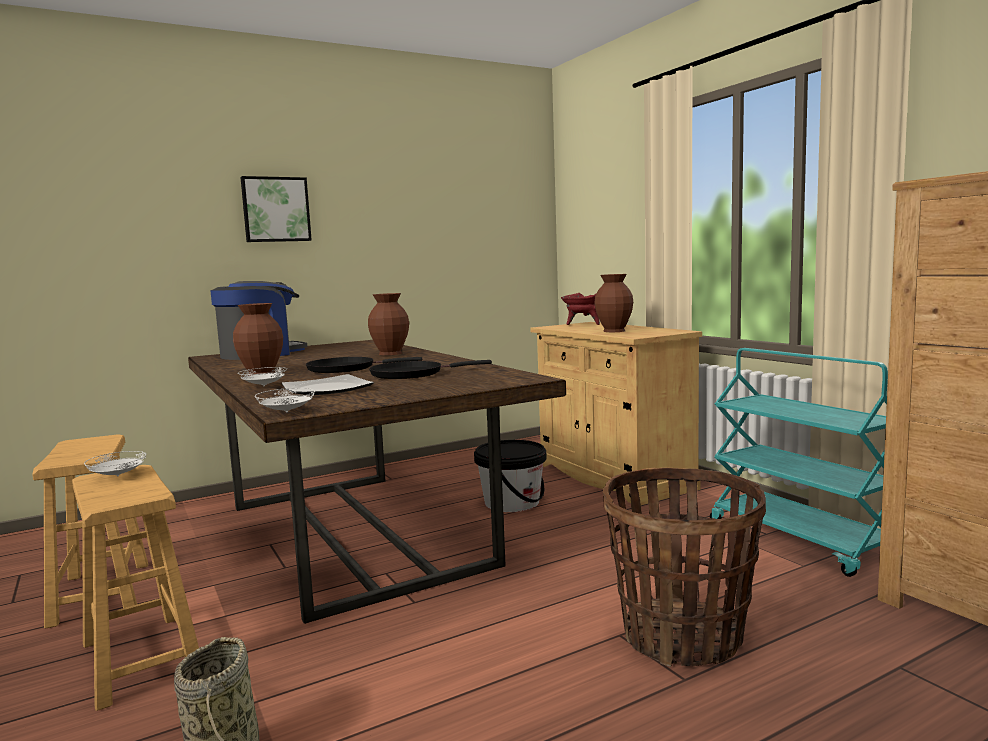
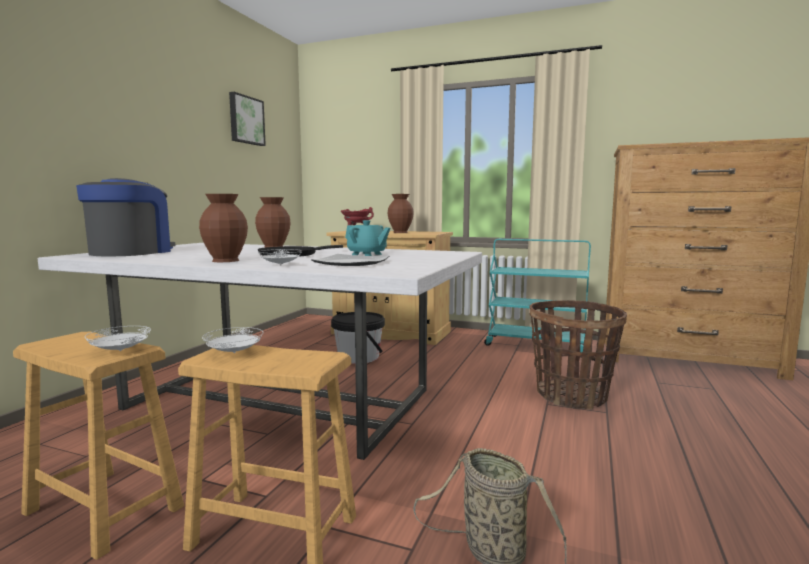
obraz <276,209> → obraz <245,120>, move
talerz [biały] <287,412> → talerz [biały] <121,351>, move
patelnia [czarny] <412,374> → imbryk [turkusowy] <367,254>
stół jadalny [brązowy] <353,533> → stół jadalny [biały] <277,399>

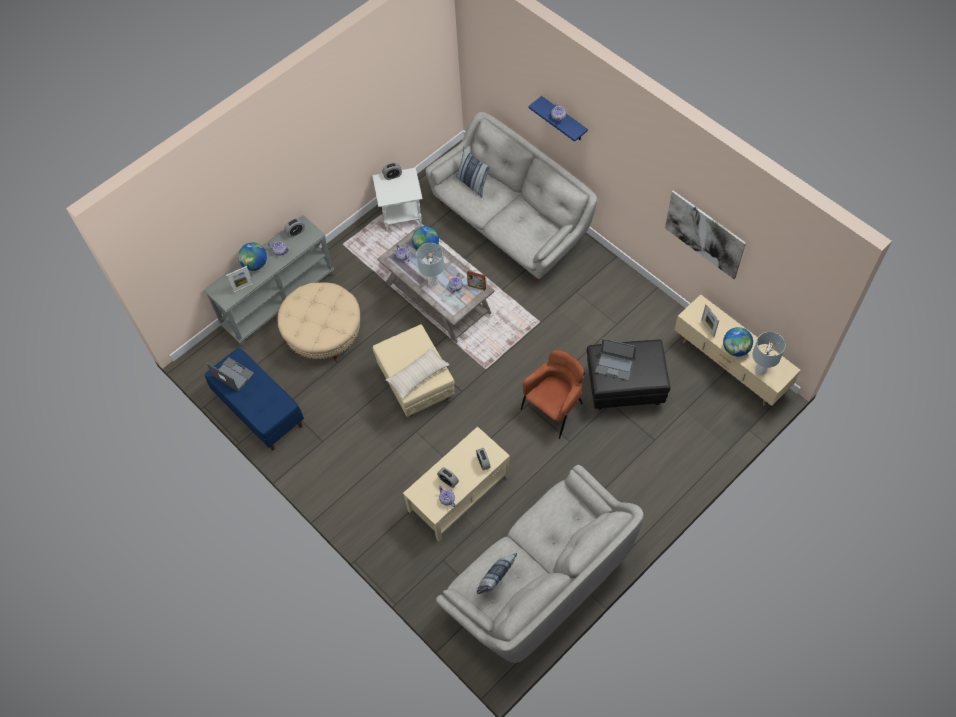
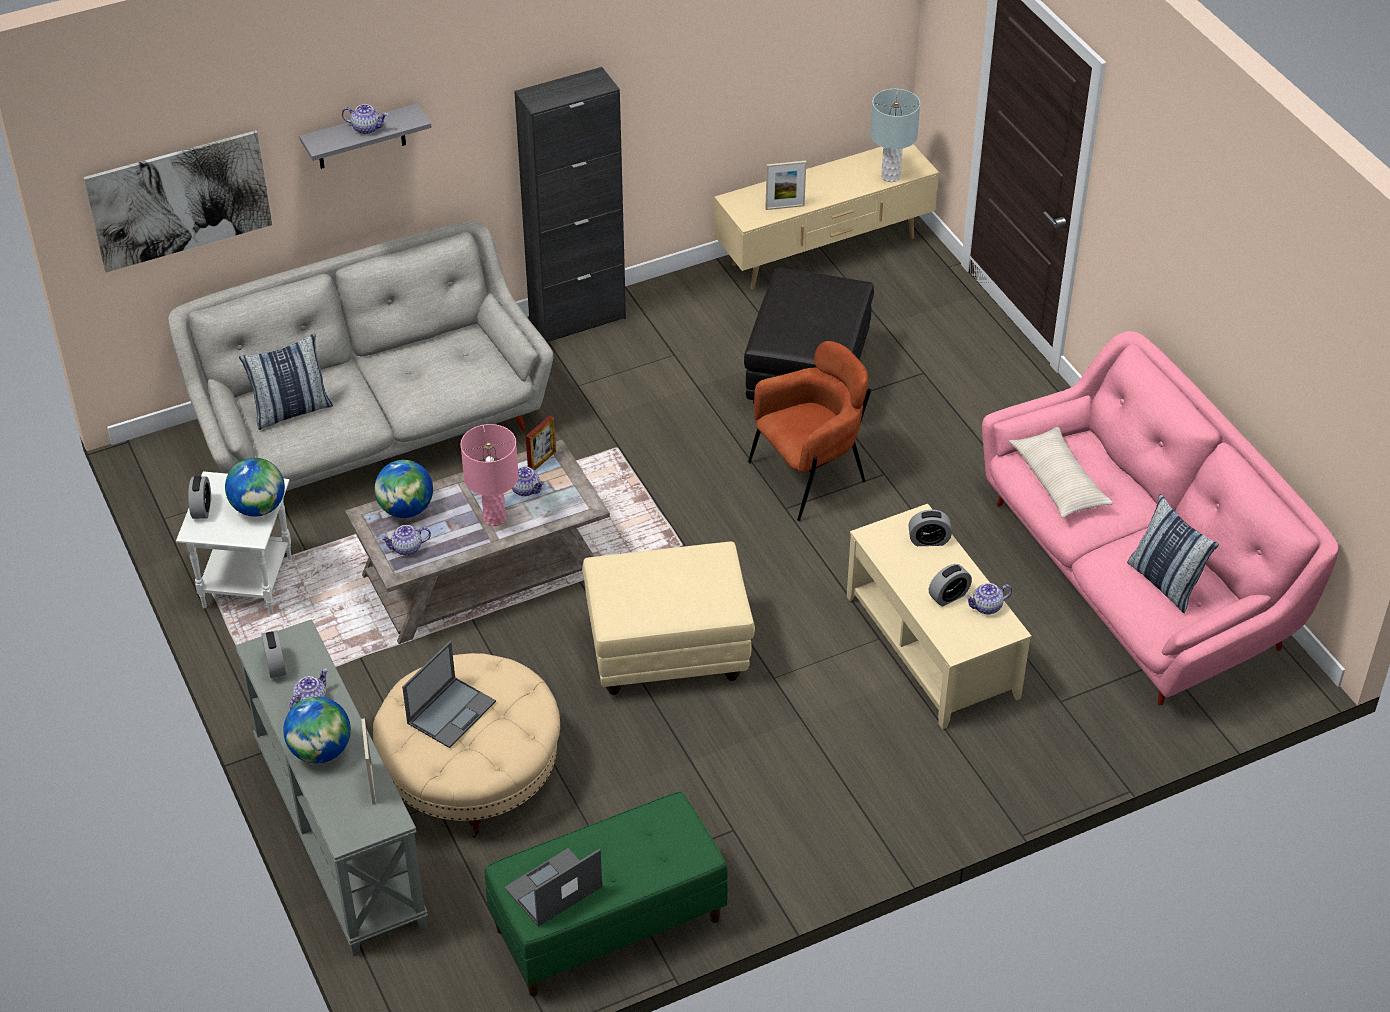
- → szafka [czarny] <577,319>
poduszka [beżowy] <418,375> → poduszka [beżowy] <1058,481>, move
laptop <615,366> → laptop <452,711>, move
obraz <704,234> → obraz <179,200>, move
globus <735,349> → globus <258,508>, move
ławka [niebieski] <259,410> → ławka [zielony] <608,926>
lampa stołowa [szary] <433,282> → lampa stołowa [różowy] <494,518>
kanapa [szary] <540,578> → kanapa [różowy] <1136,579>
półka [niebieski] <564,120> → półka [szary] <361,137>
fotel [brązowy] <554,408> → fotel [brązowy] <809,476>, 90 degrees clockwise

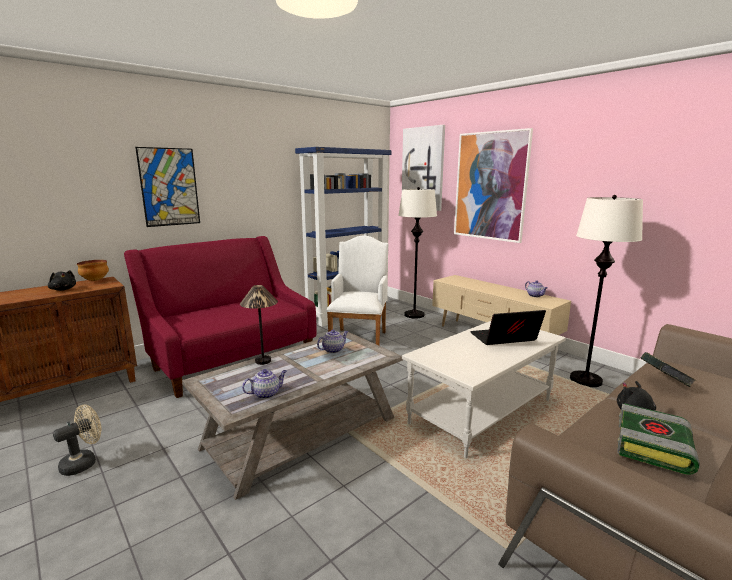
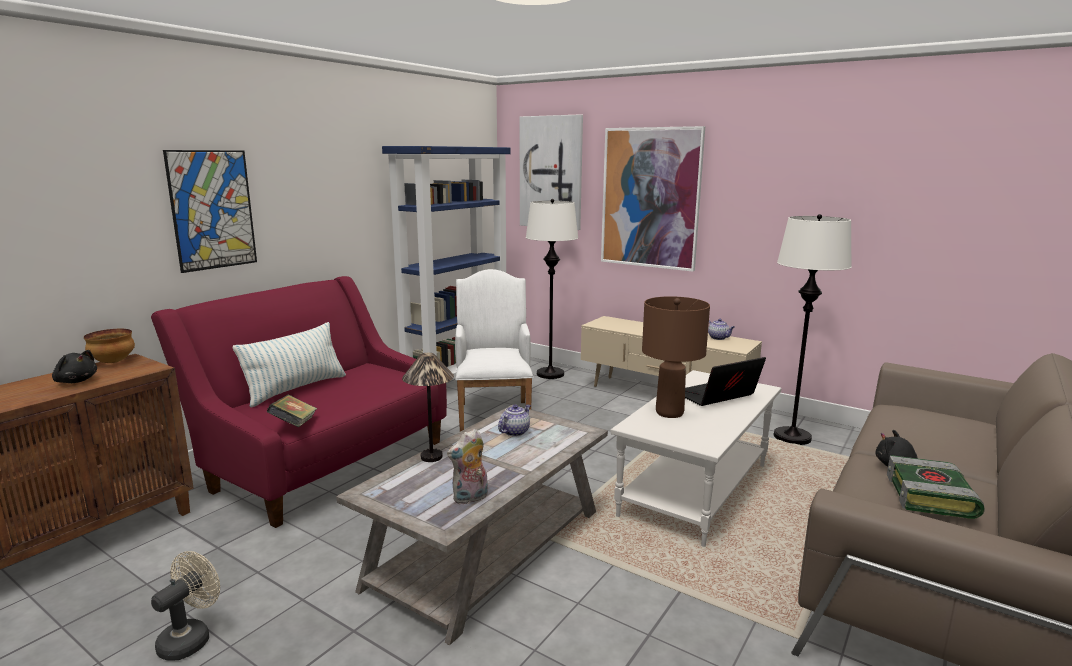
- → poduszka <296,389>
- → lampa stołowa [brązowy] <670,413>
książka <663,382> → książka <294,425>, move
imbryk <266,394> → pluszak <470,498>

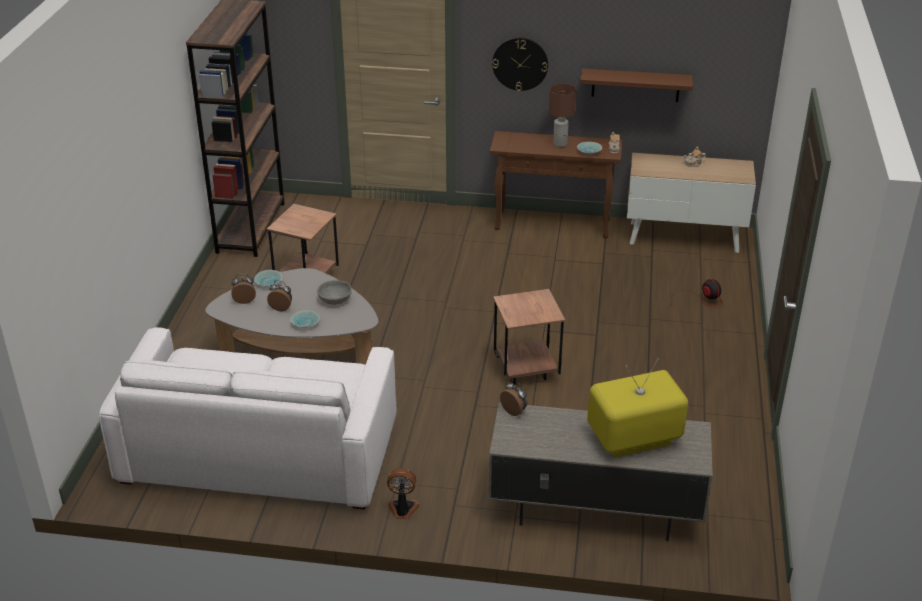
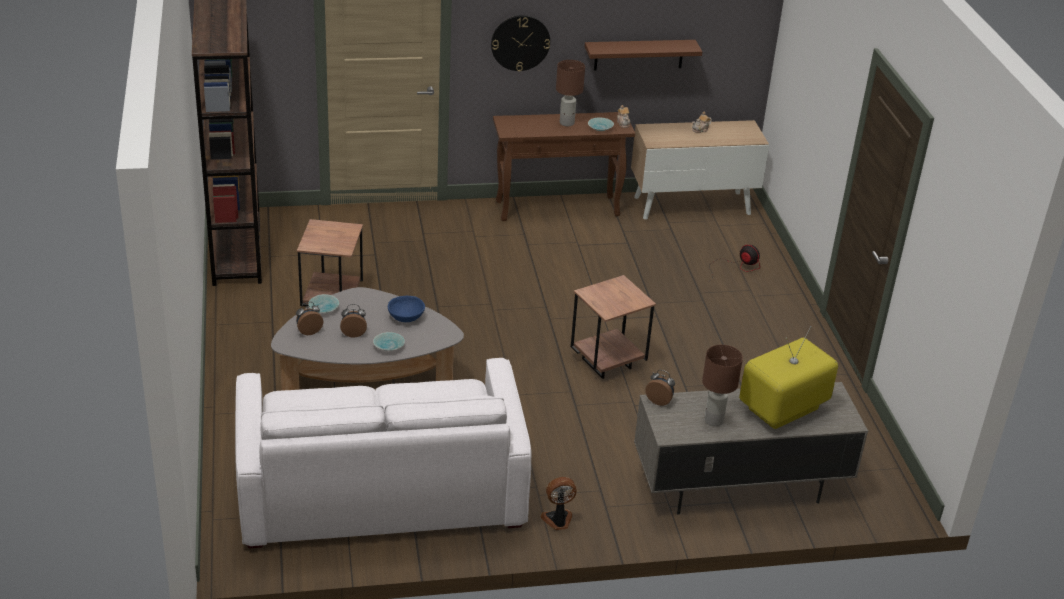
- → lampa stołowa [brązowy] <713,421>
miska [szary] <335,300> → miska [niebieski] <406,317>

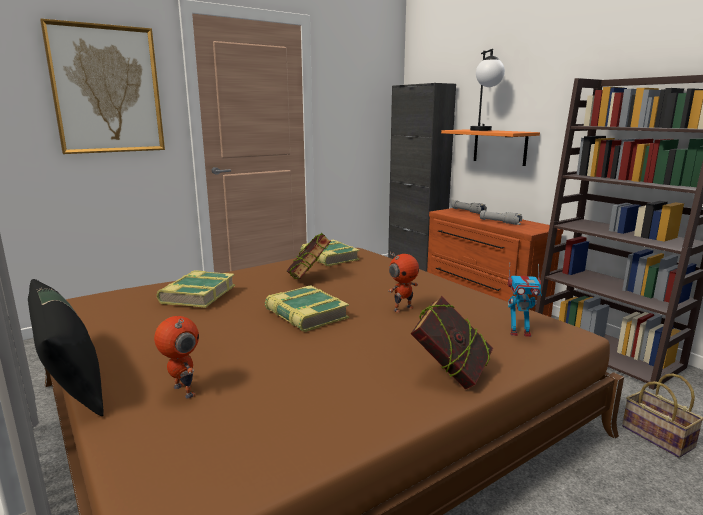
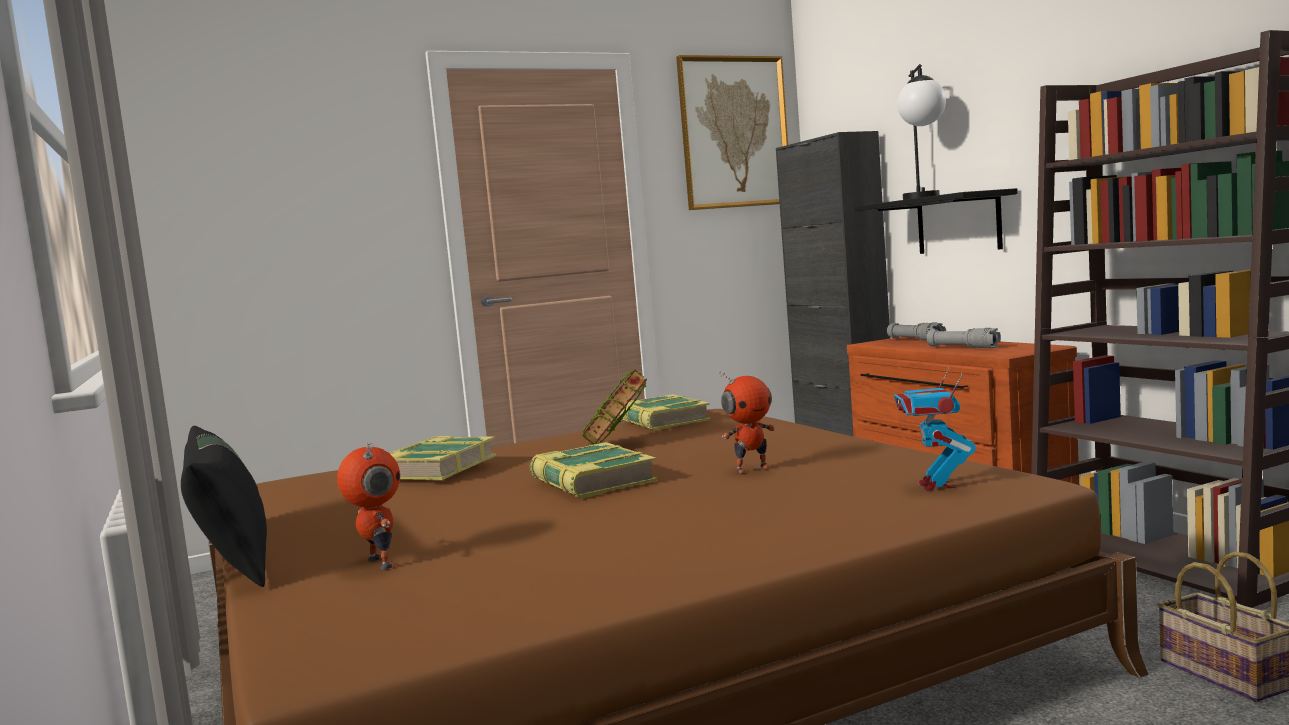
książka <450,374> → -
obraz <107,90> → obraz <734,132>, move
półka [pomarańczowy] <500,147> → półka [czarny] <958,223>
robot zabawkowy <519,332> → robot zabawkowy <936,486>, 75 degrees clockwise

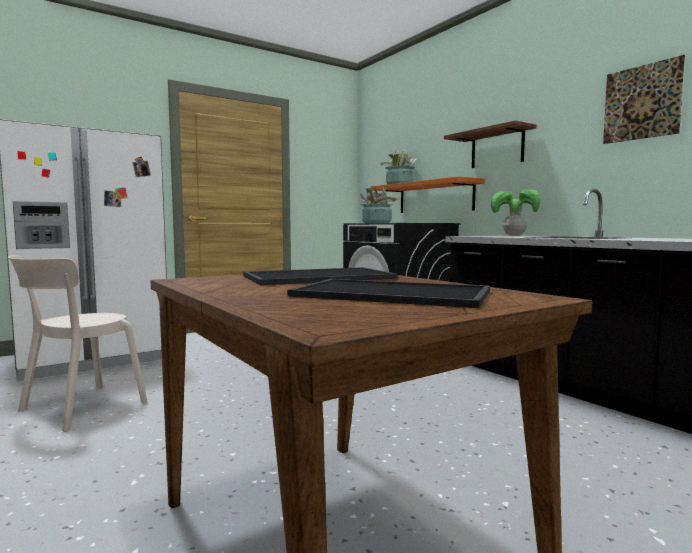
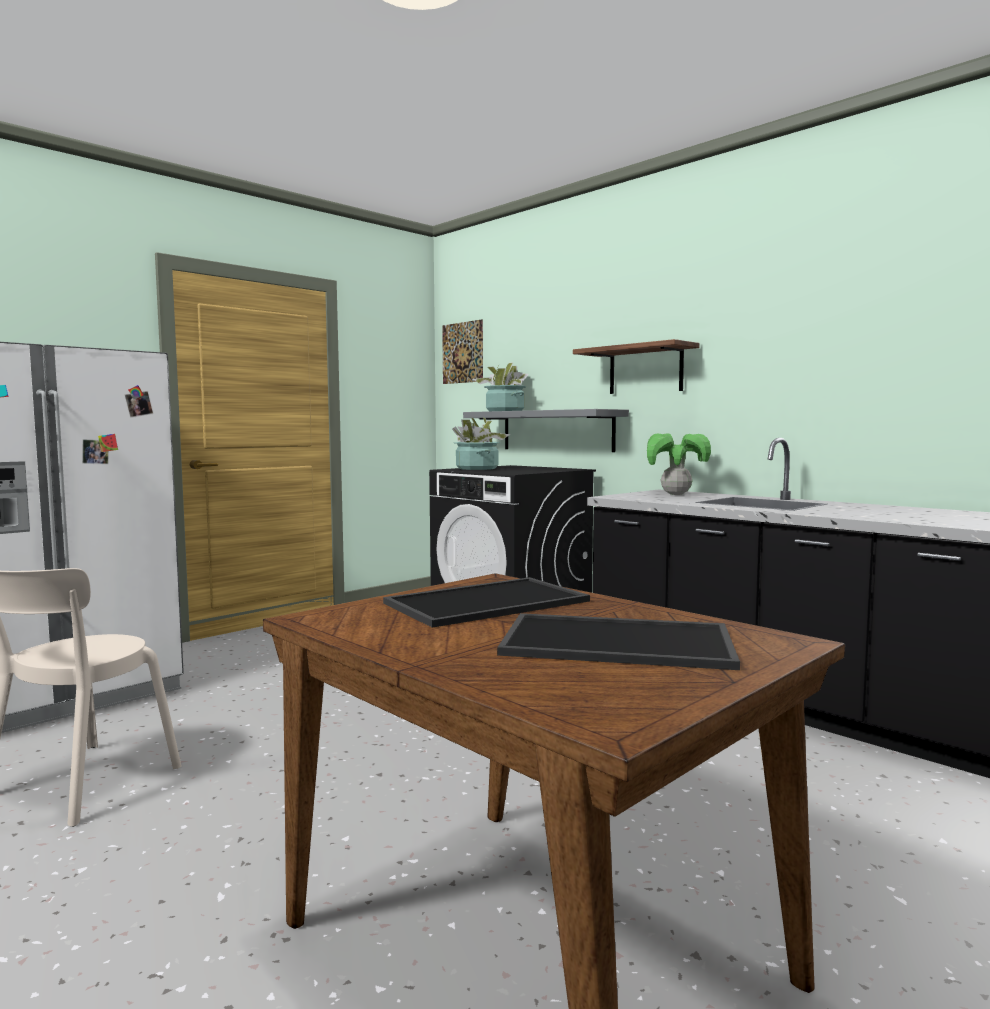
obraz <641,102> → obraz <462,352>, move
półka [pomarańczowy] <435,197> → półka [szary] <557,431>

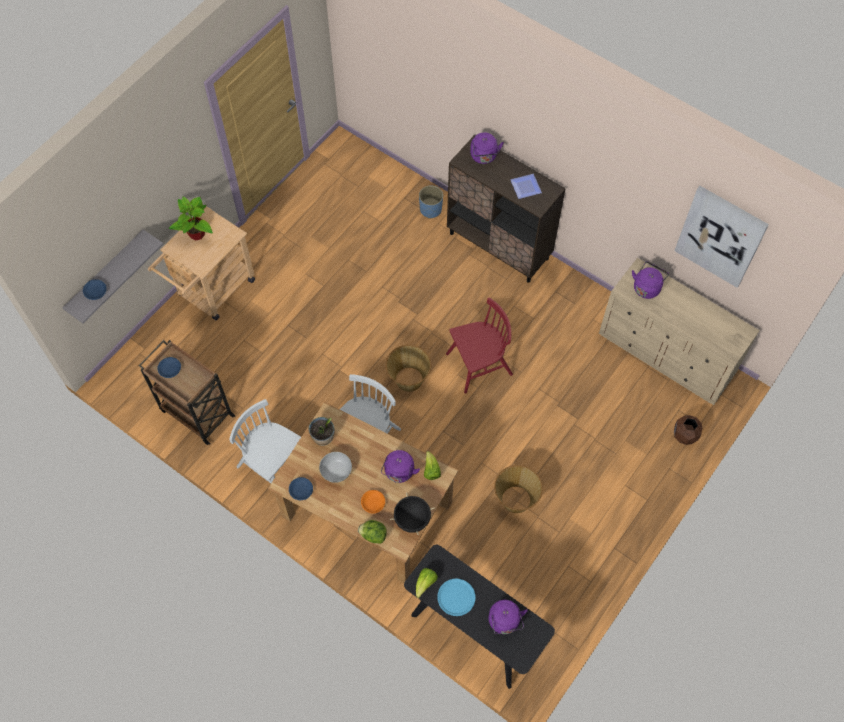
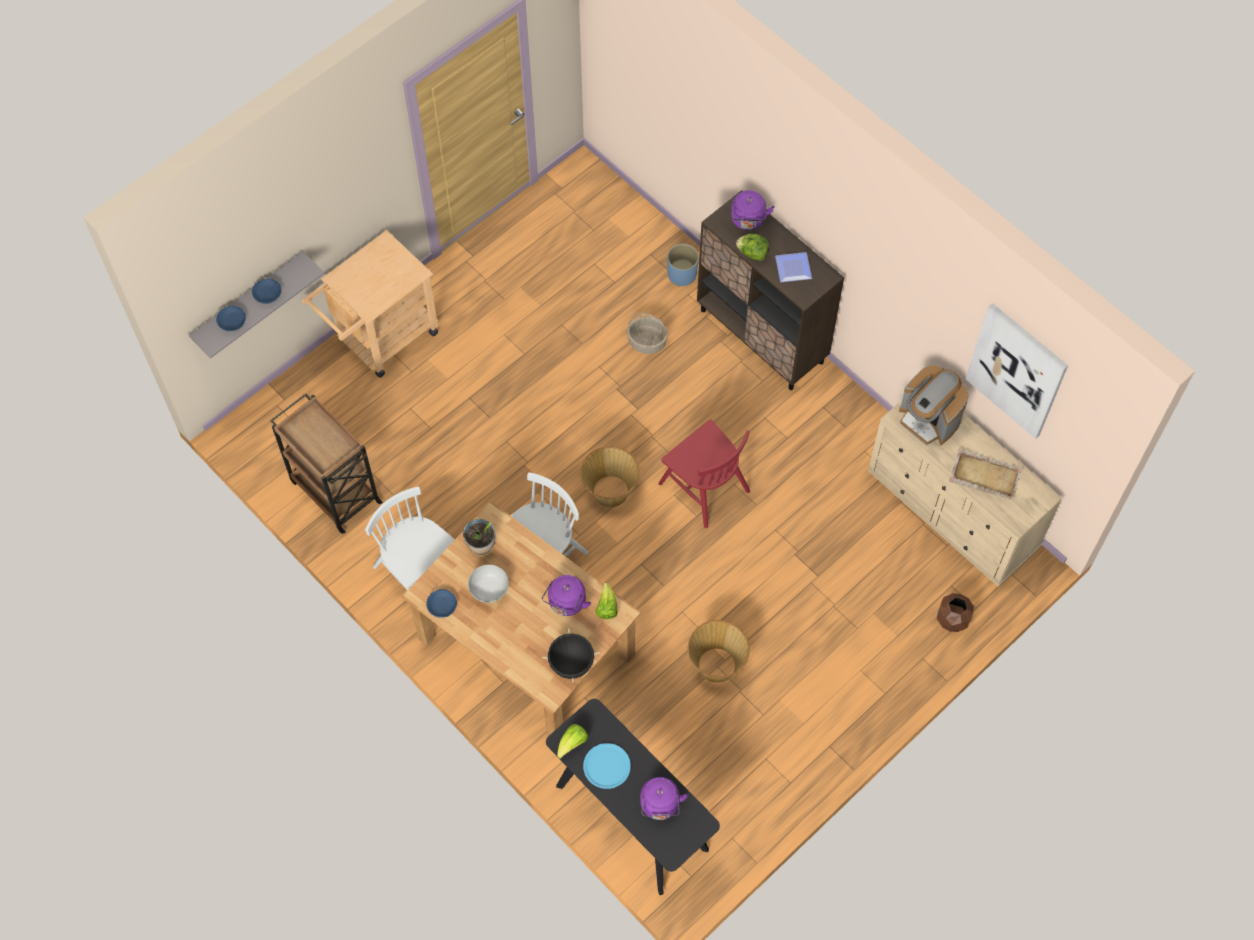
roślina doniczkowa <197,234> → -
miska [pomarańczowy] <373,503> → -
- → koszyk <647,342>
- → taca [beżowy] <984,475>
miska [niebieski] <170,369> → miska [niebieski] <268,294>, move
sałata <373,535> → sałata <752,253>, move
czajnik [fioletowy] <647,287> → ekspres do kawy <928,420>
krzesło [czerwony] <478,365> → krzesło [czerwony] <704,487>, 60 degrees clockwise

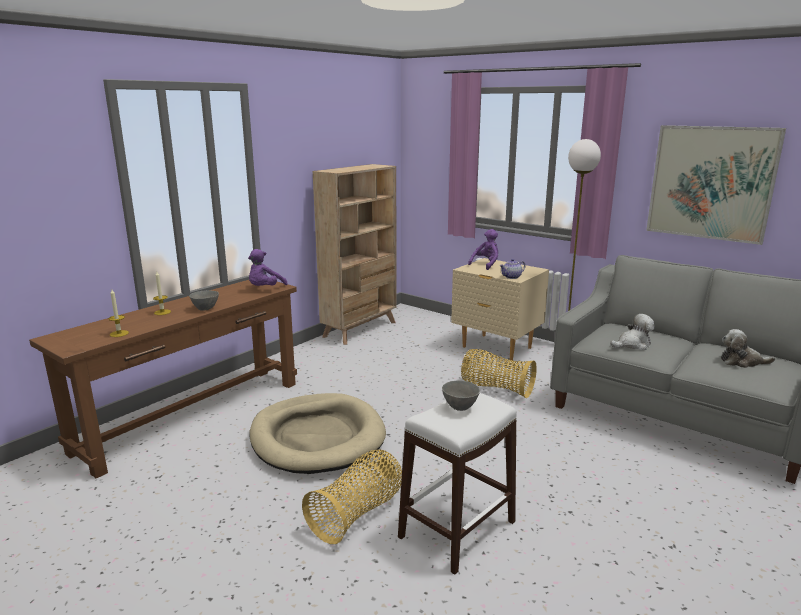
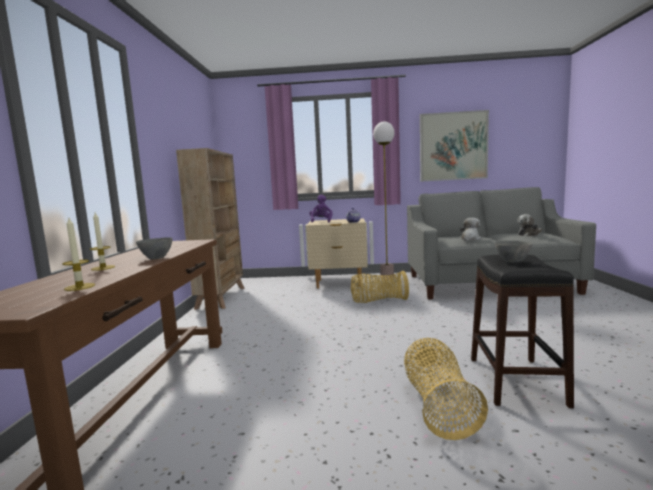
pluszak [fioletowy] <265,289> → -
legowisko [beżowy] <317,437> → -
stołek [biały] <458,529> → stołek [czarny] <516,380>

